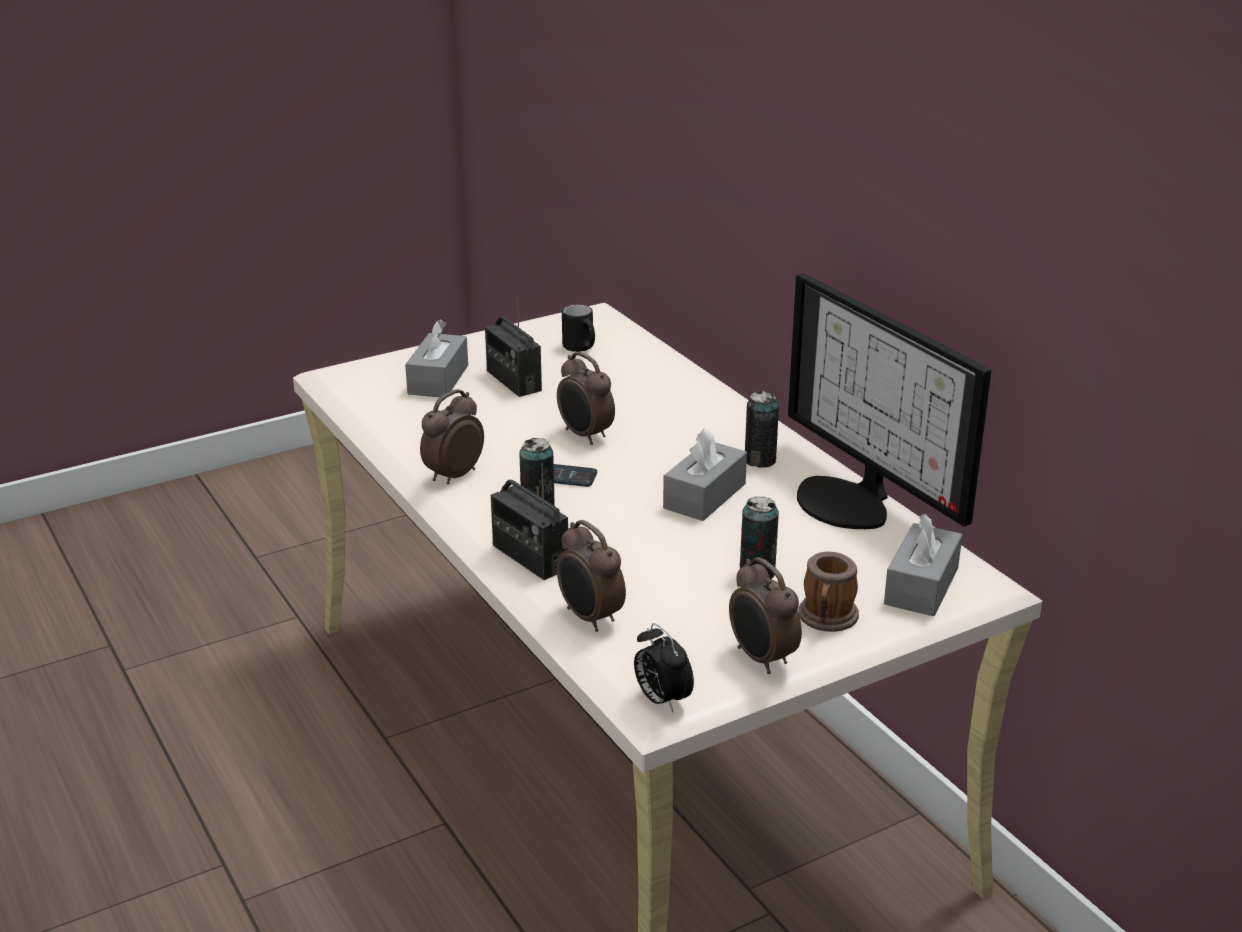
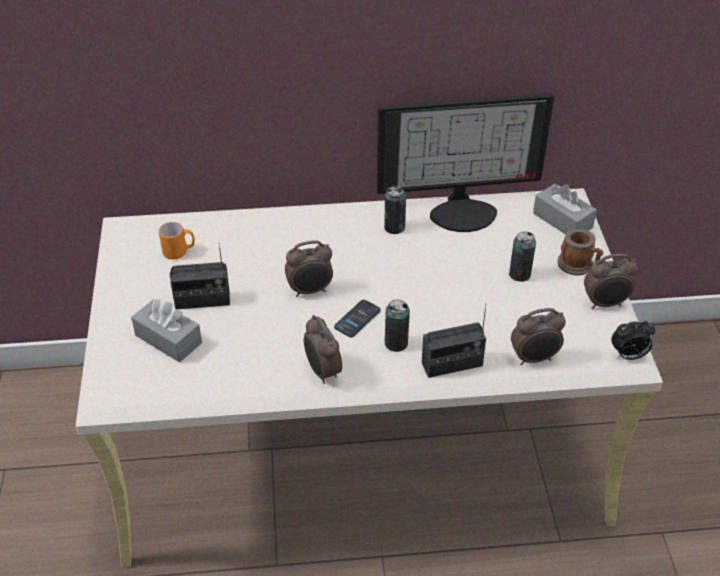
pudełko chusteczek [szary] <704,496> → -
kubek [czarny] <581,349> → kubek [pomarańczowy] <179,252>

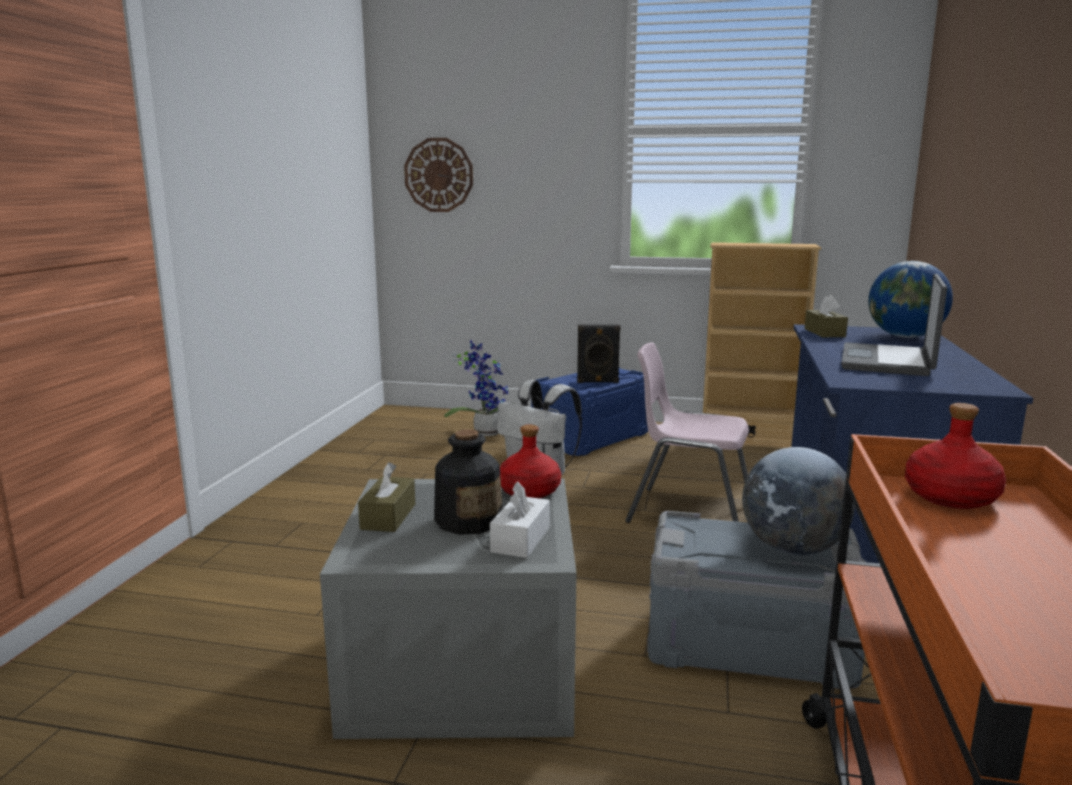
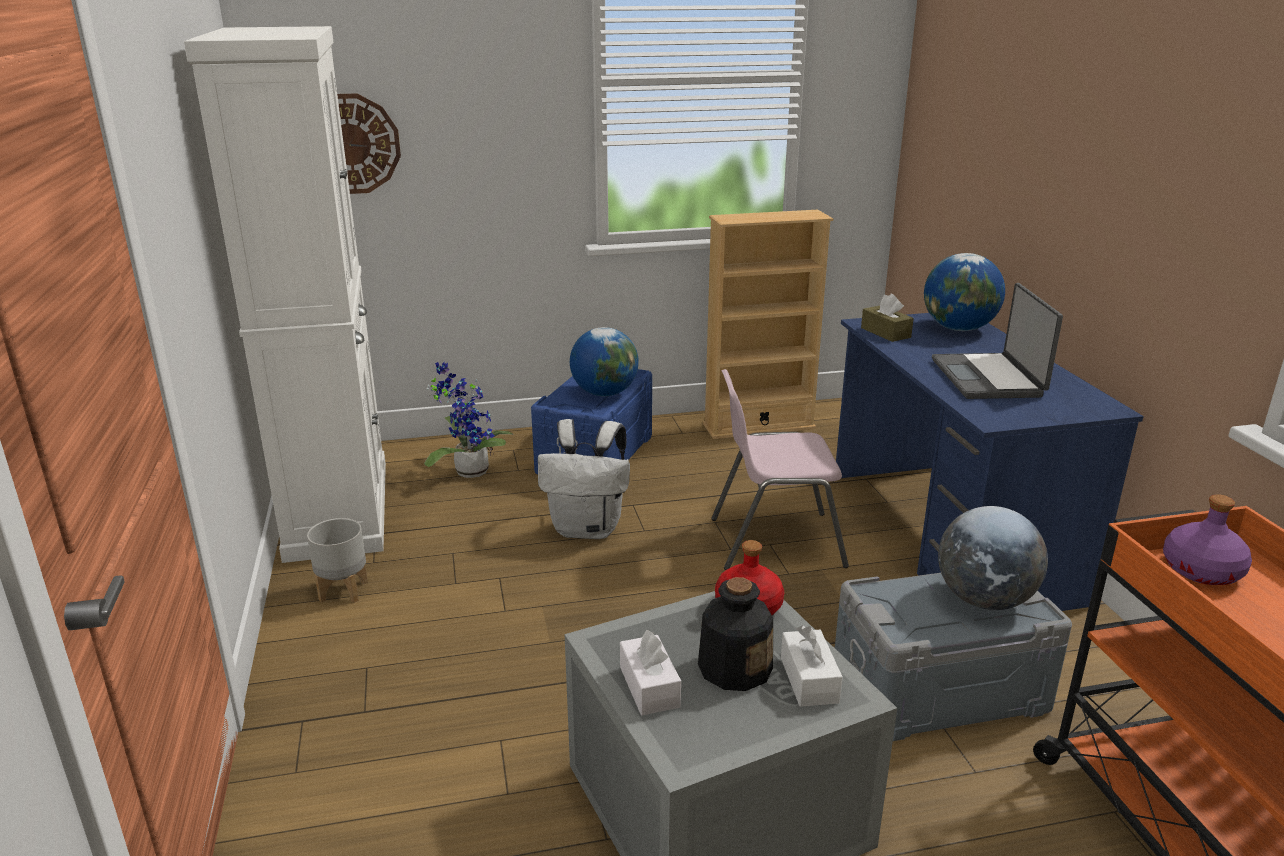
- → szafka [biały] <338,508>
- → donica [szary] <343,590>
głośnik [czarny] <597,382> → globus <604,393>
pudełko chusteczek [brązowy] <388,516> → pudełko chusteczek [biały] <649,687>
butelka [czerwony] <951,497> → butelka [fioletowy] <1202,571>

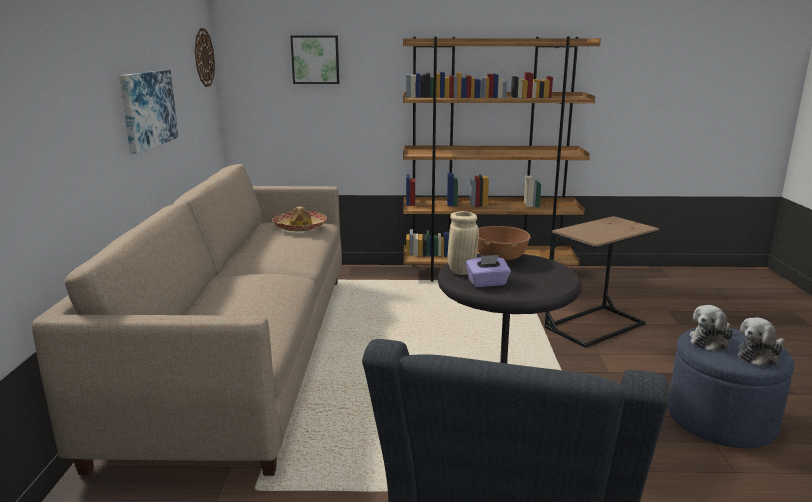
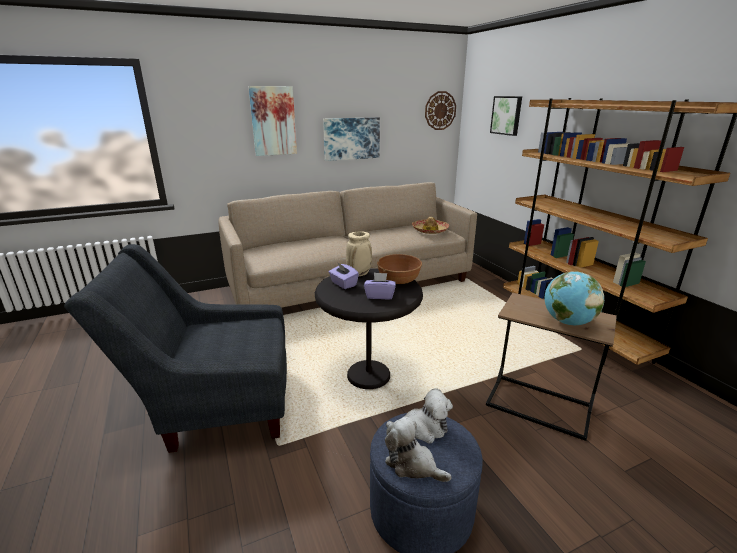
- → obraz <273,121>
- → pudełko chusteczek [fioletowy] <379,296>
- → globus <567,322>
pluszak <710,341> → pluszak <422,428>, 150 degrees clockwise

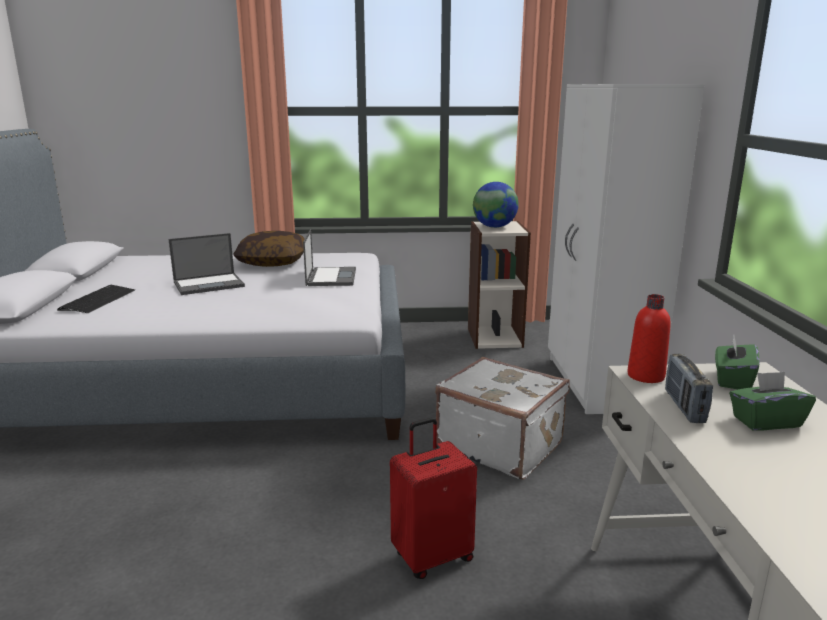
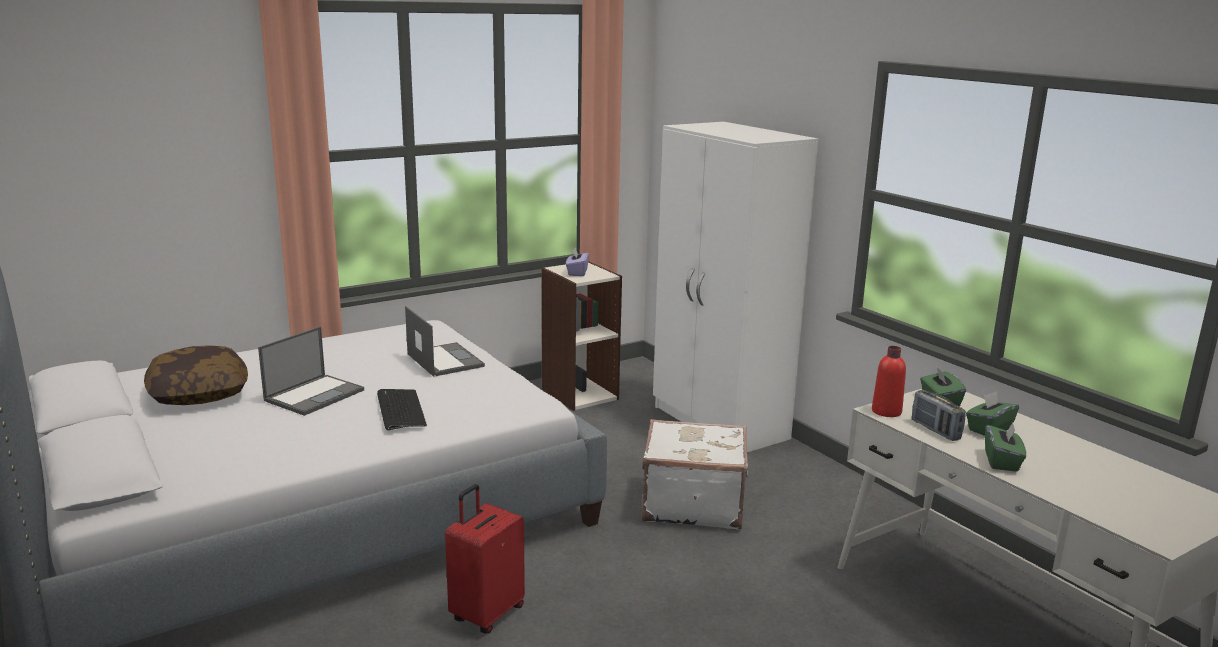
- → pudełko chusteczek [zielony] <1002,461>
klawiatura <98,300> → klawiatura <400,410>, move
poduszka <272,262> → poduszka <198,393>, move
walizka [czerwony] <432,556> → walizka [czerwony] <486,613>, move
globus <494,227> → pudełko chusteczek [fioletowy] <577,272>

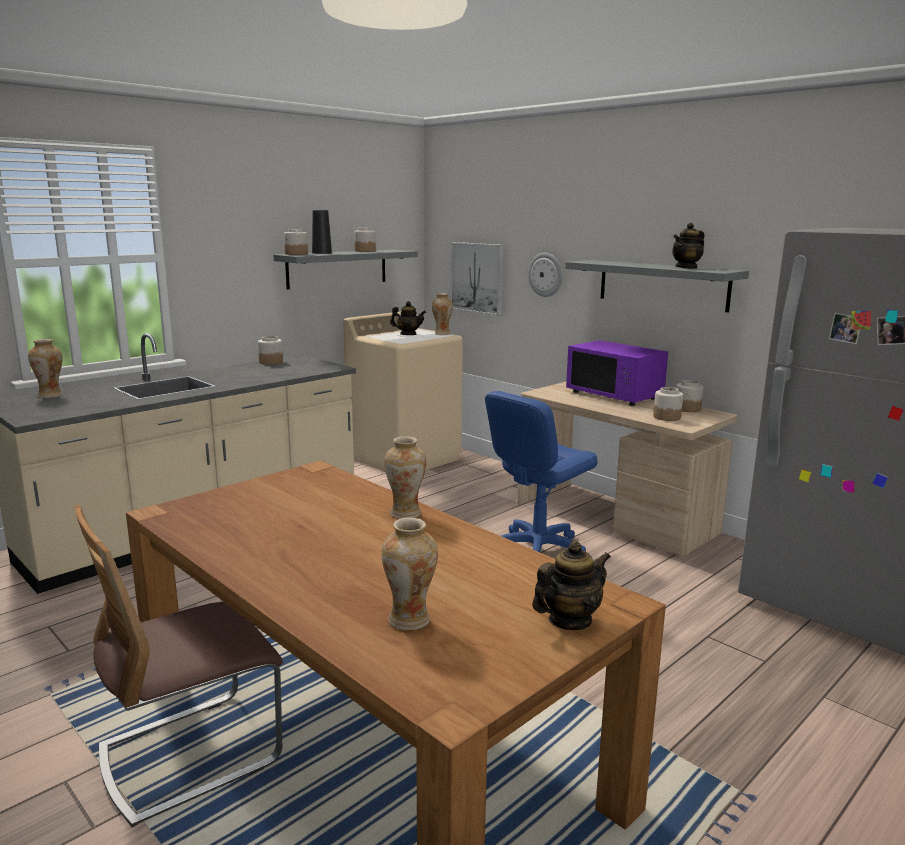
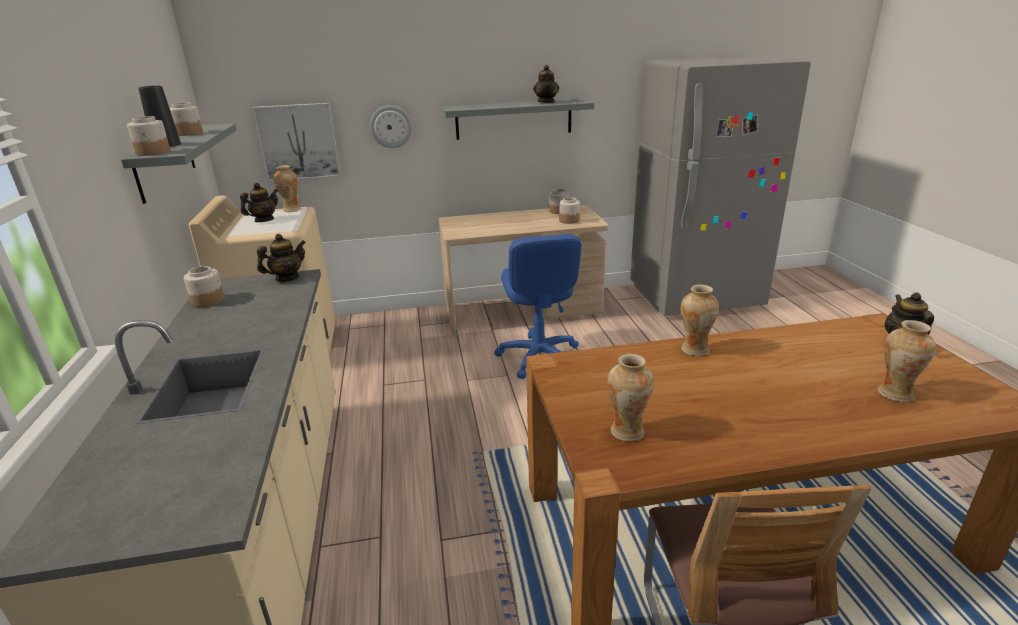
mikrofalówka [fioletowy] <614,395> → -
- → imbryk <287,278>
wazon <50,395> → wazon <627,431>, move

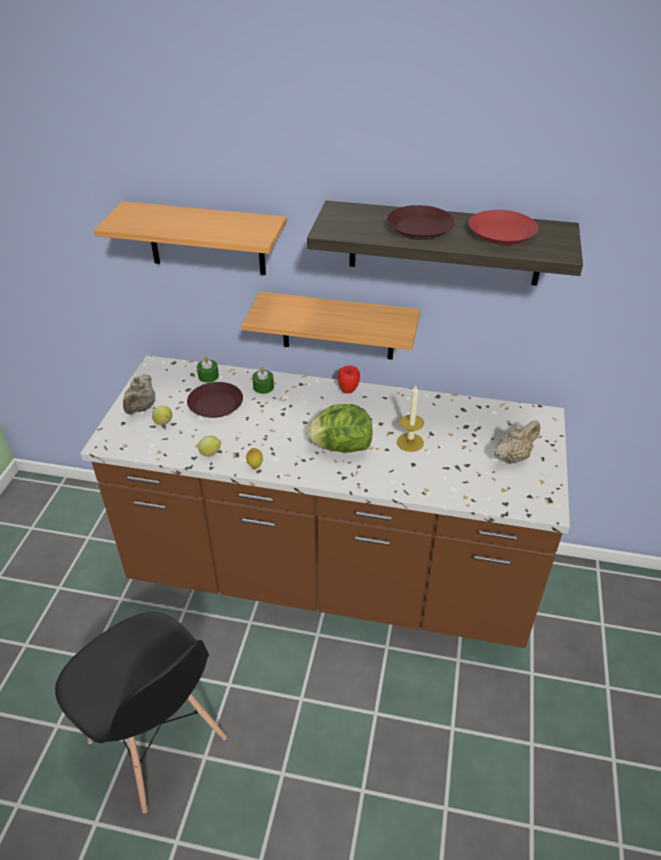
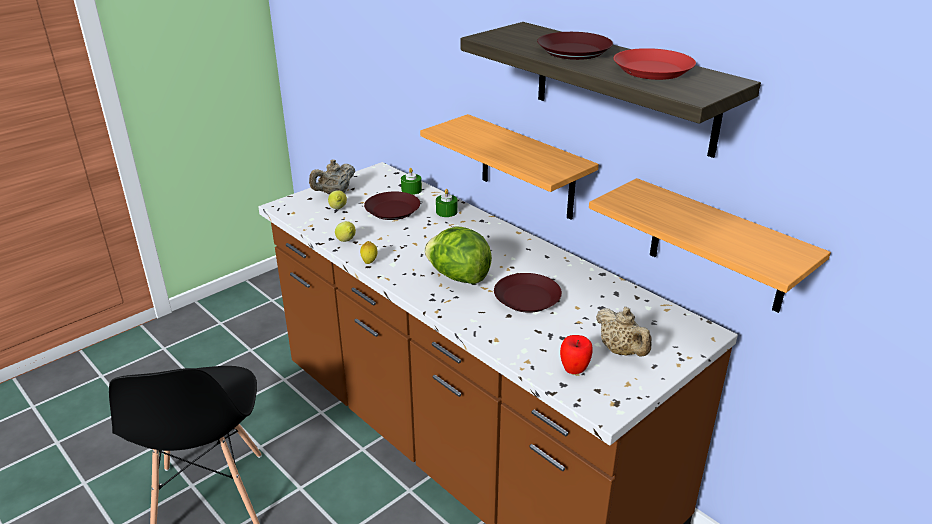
półka <206,239> → półka <718,247>, move
jabłko <348,391> → jabłko <574,371>, move
świeca <410,442> → talerz [brązowy] <527,298>
imbryk [beżowy] <513,457> → imbryk [beżowy] <621,351>, 60 degrees clockwise

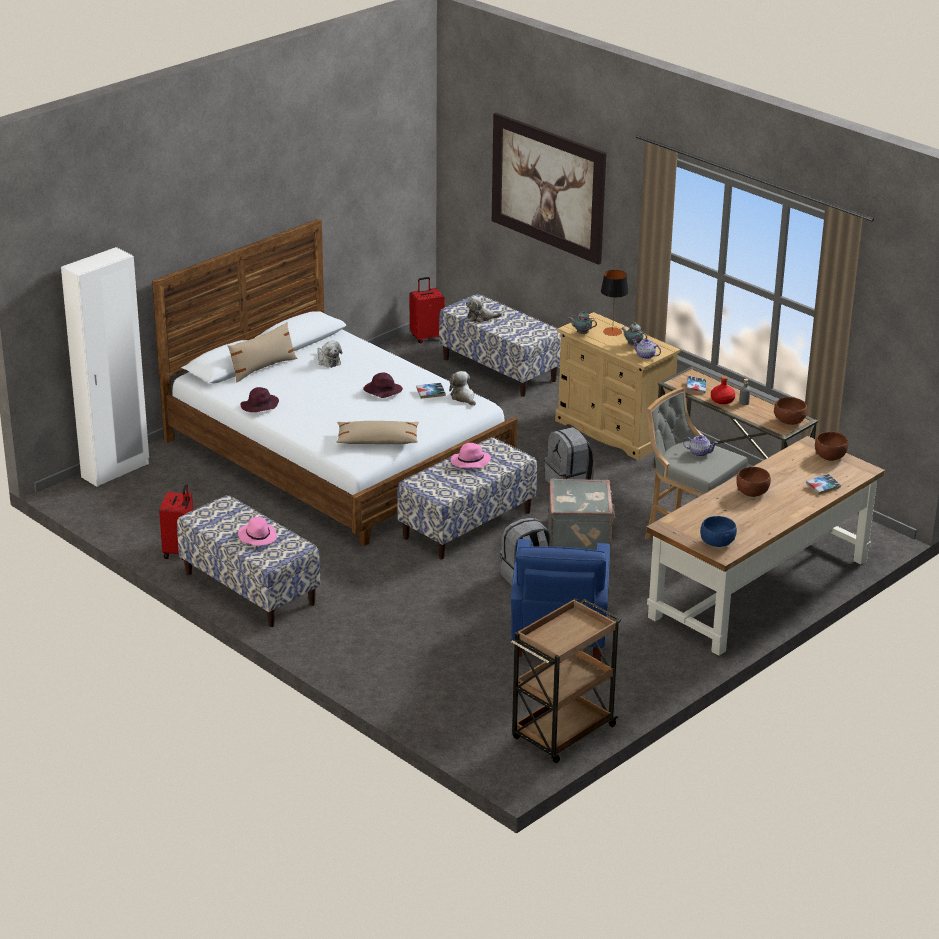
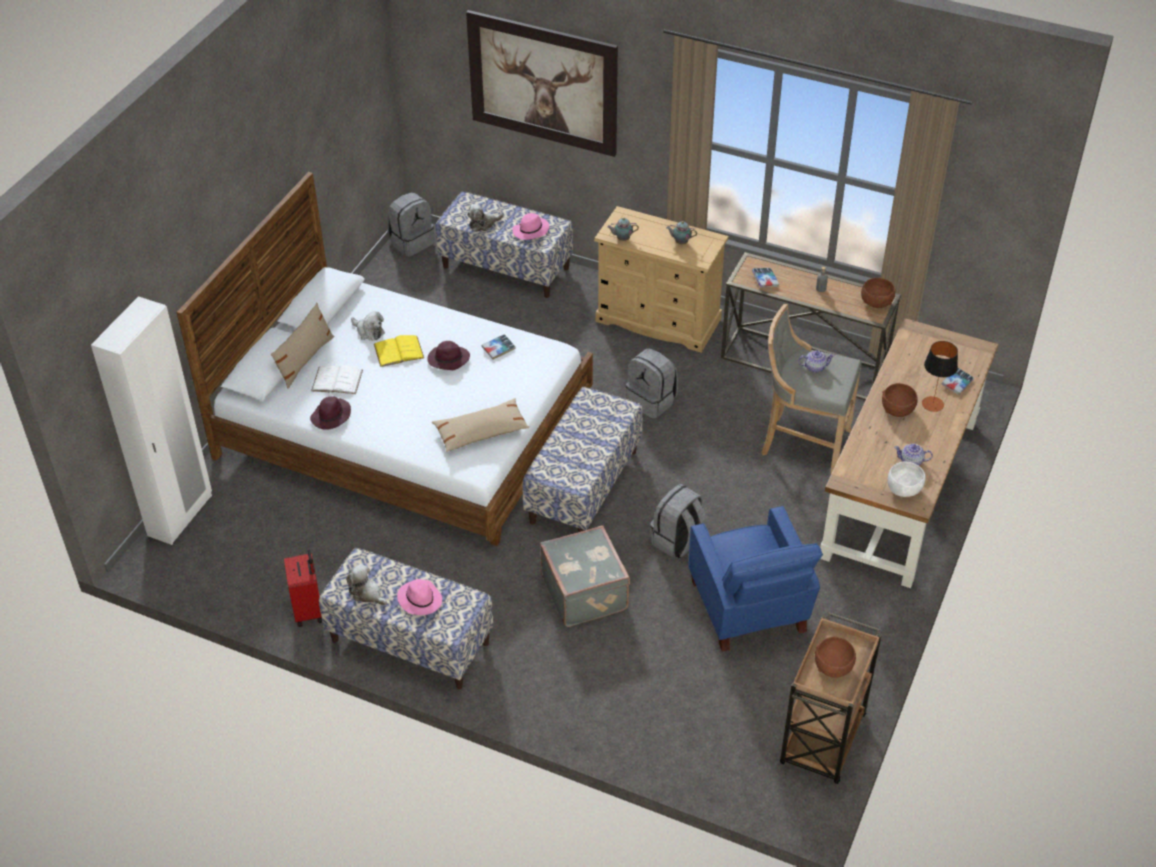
butelka [czerwony] <722,400> → -
- → książka [biały] <337,380>
- → książka [żółty] <398,351>
pluszak <463,397> → pluszak <367,593>, move
kapelusz [różowy] <470,462> → kapelusz [różowy] <530,231>, move
walizka [szary] <580,535> → walizka [szary] <585,592>, move
lampa stołowa <612,331> → lampa stołowa <932,404>, move
imbryk <645,356> → imbryk <911,461>, move
miska [brązowy] <830,456> → miska [brązowy] <833,666>, move
walizka [czerwony] <427,337> → plecak [szary] <411,242>
miska [niebieski] <717,543> → miska [biały] <903,489>

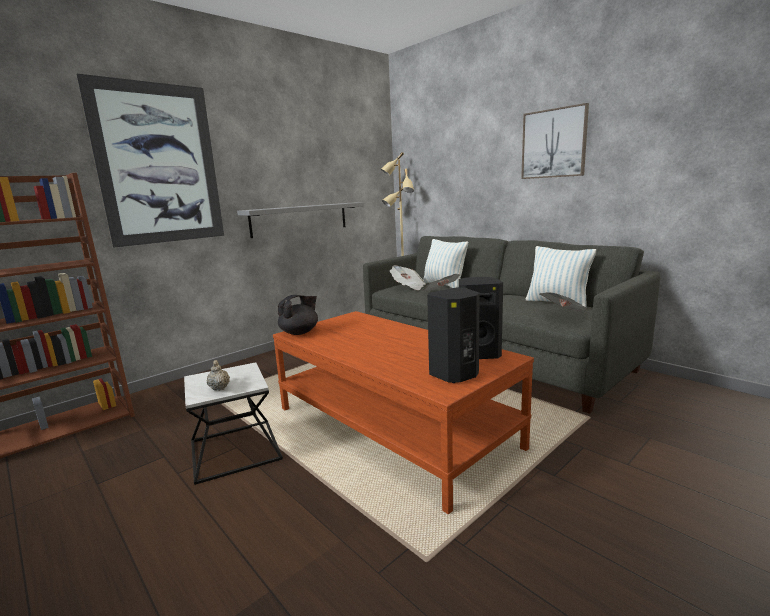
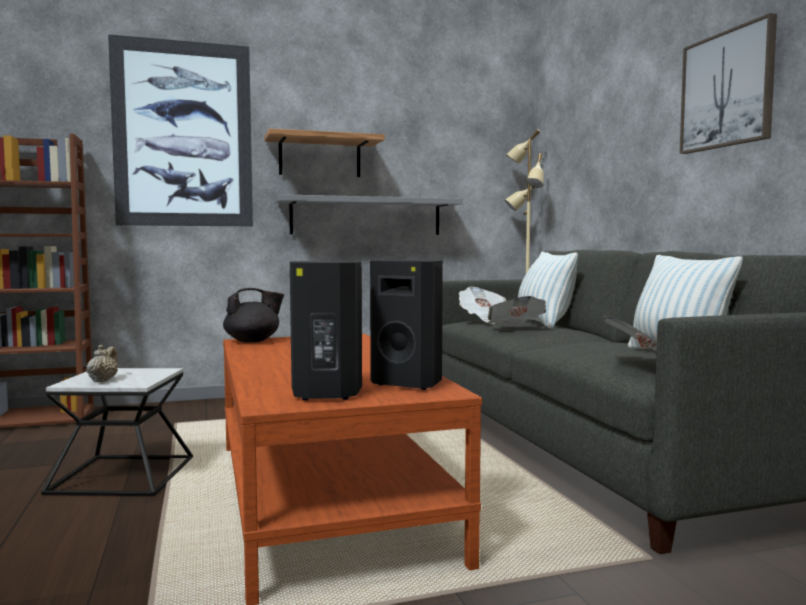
- → półka <320,157>

